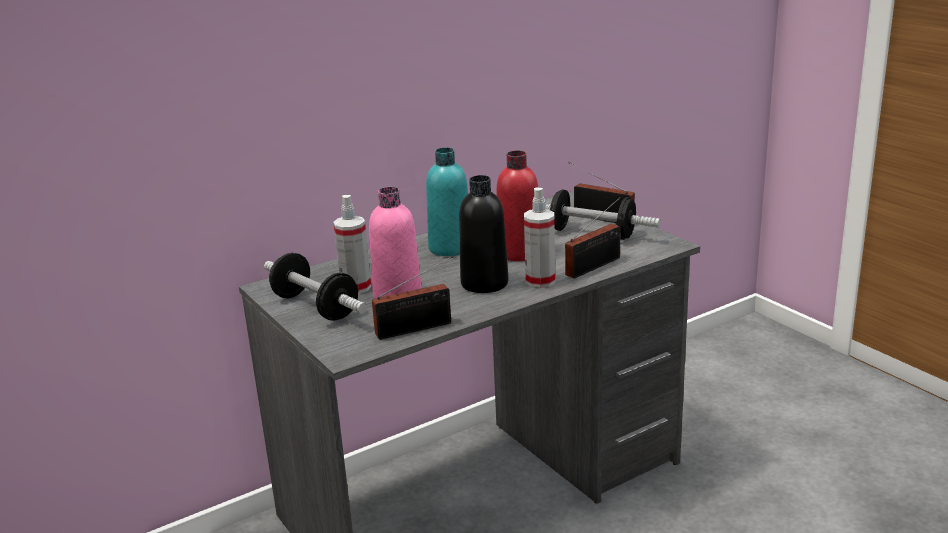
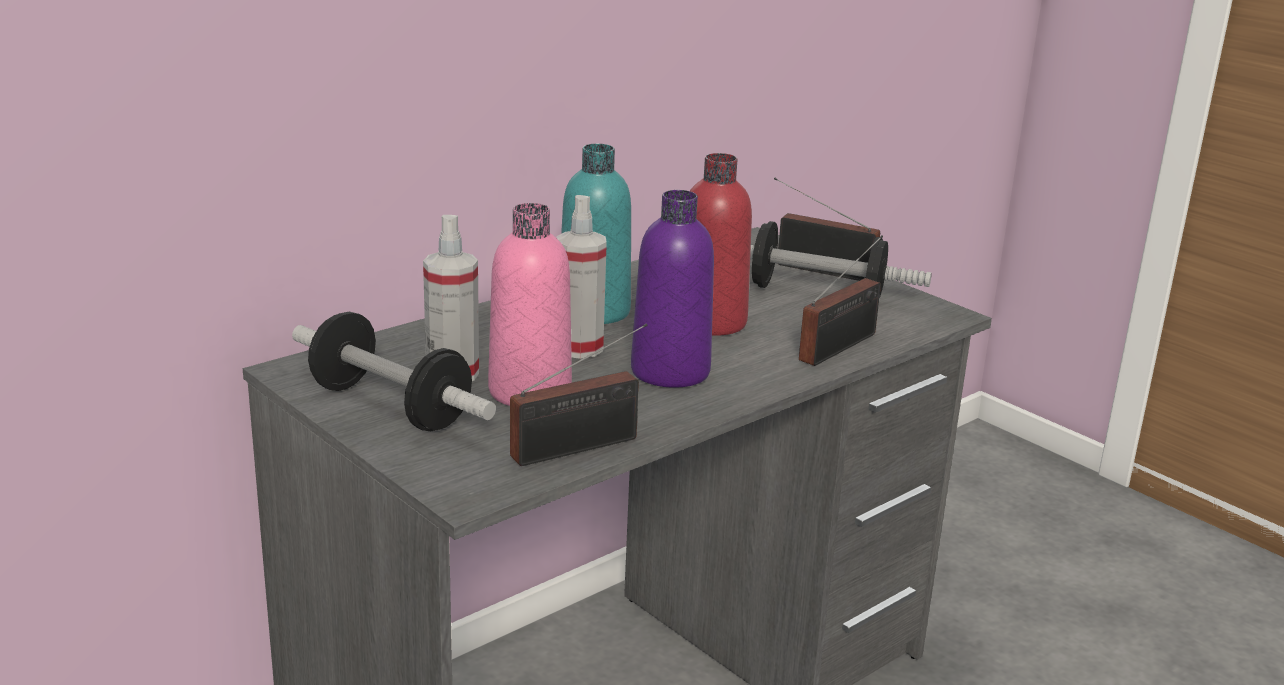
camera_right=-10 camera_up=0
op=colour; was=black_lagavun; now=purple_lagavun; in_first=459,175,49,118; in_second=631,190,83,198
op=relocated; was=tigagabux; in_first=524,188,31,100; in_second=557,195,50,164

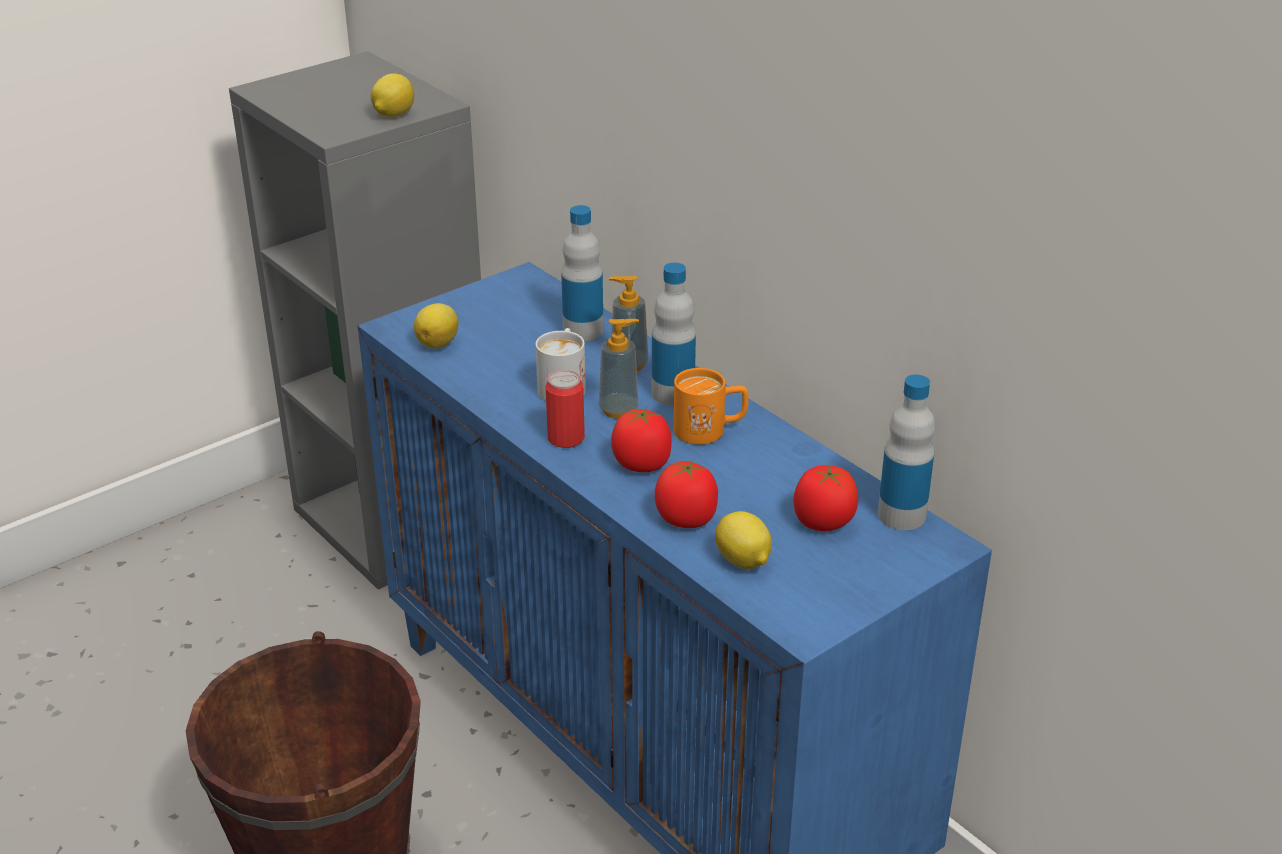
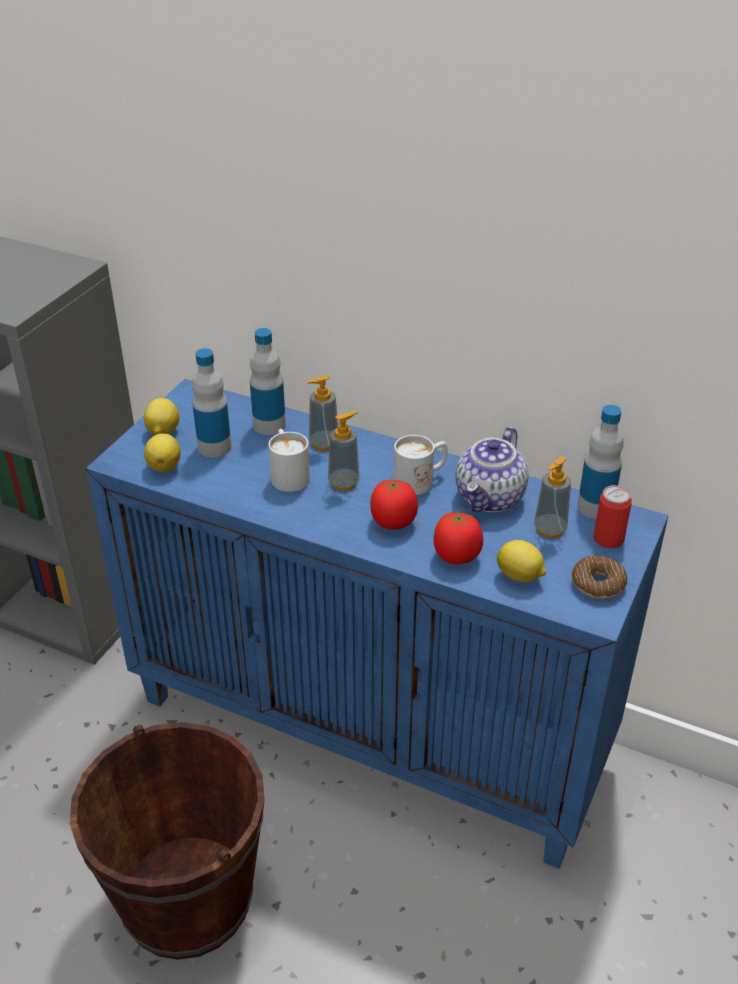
camera_right=-25 camera_up=5
op=relocated; was=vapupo; in_first=371,73,43,44; in_second=144,398,36,37
op=relocated; was=lagavun; in_first=652,263,44,142; in_second=192,348,40,110
op=colour; was=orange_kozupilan; now=white_kozupilan; in_first=674,368,75,77; in_second=394,435,53,60
op=relocated; was=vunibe; in_first=546,370,39,78; in_second=593,485,39,63
op=exchanged; was=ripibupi; now=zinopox; in_first=793,464,65,67; in_second=534,456,37,82
op=appeared; now=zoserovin; in_second=456,427,72,85
op=appeared; now=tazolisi; in_second=572,555,55,44

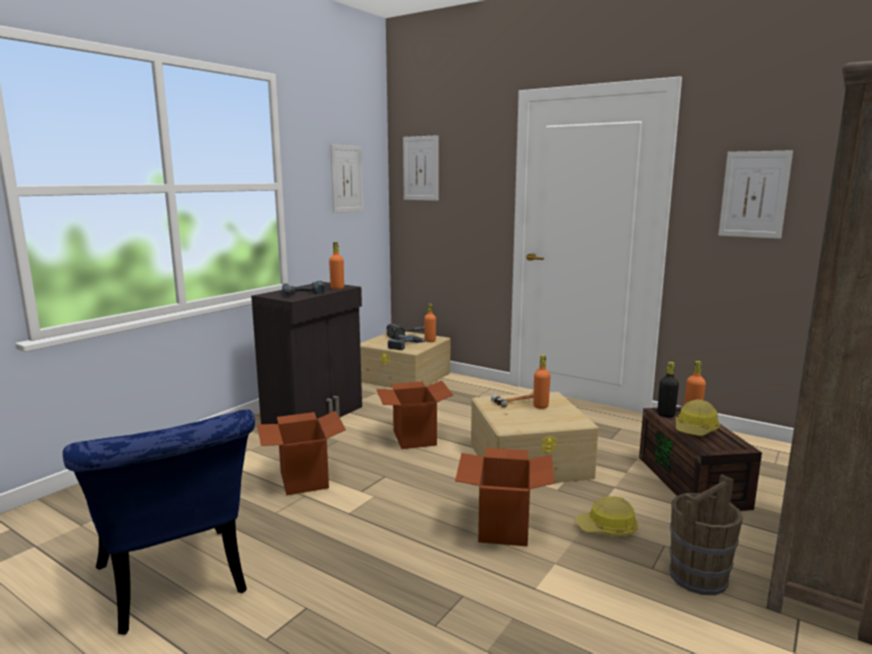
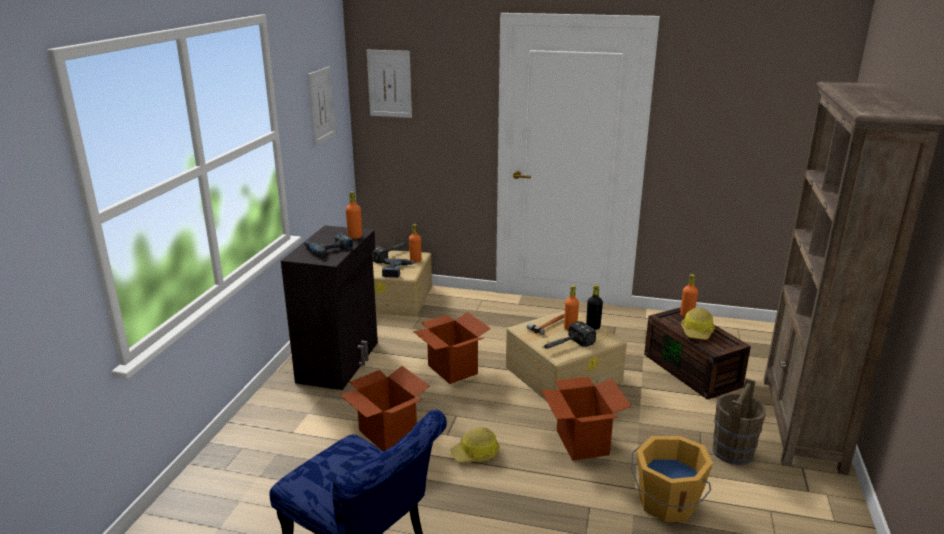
camera_right=-20 camera_up=10
op=missing; was=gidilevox; in_first=718,150,75,89
op=relocated; was=black_lagavun; in_first=657,362,22,56; in_second=586,285,17,45
op=relocated; was=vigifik; in_first=576,496,62,40; in_second=450,427,50,36
op=appeared; now=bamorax; in_second=542,321,54,28
op=appeared; now=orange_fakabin; in_second=631,436,82,86

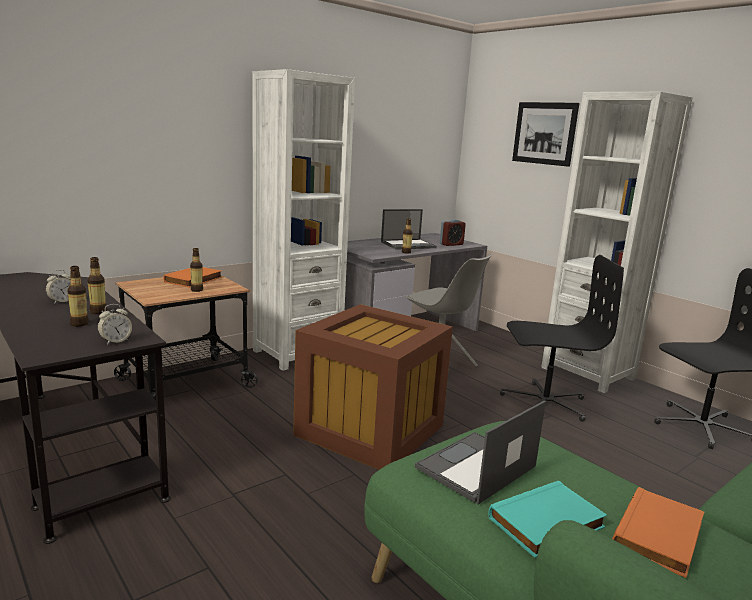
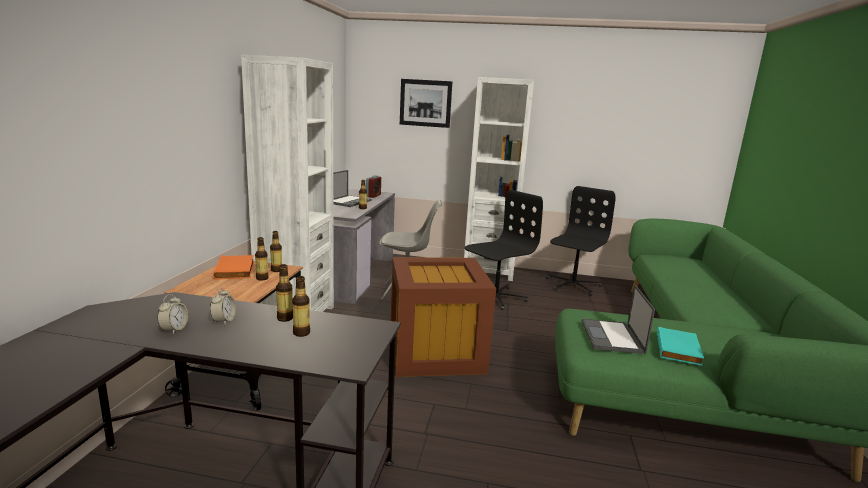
camera_right=-40 camera_up=0
op=relocated; was=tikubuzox; in_first=98,304,34,41; in_second=157,294,31,40
op=missing; was=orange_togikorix; in_first=612,487,92,91
op=appeared; now=lagavun; in_second=270,231,12,41

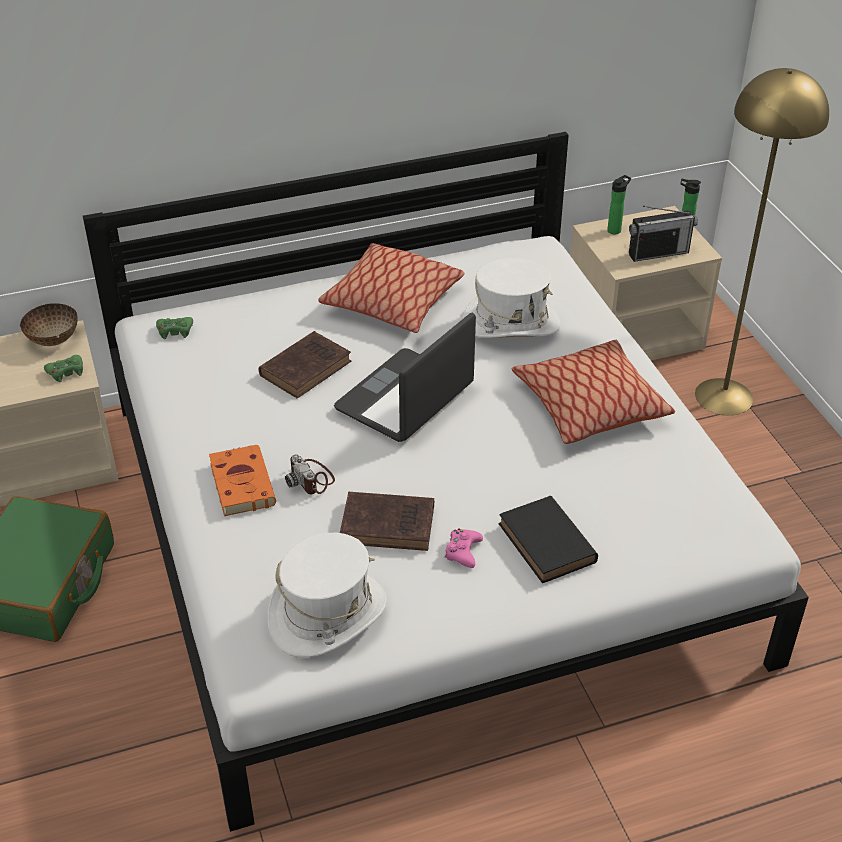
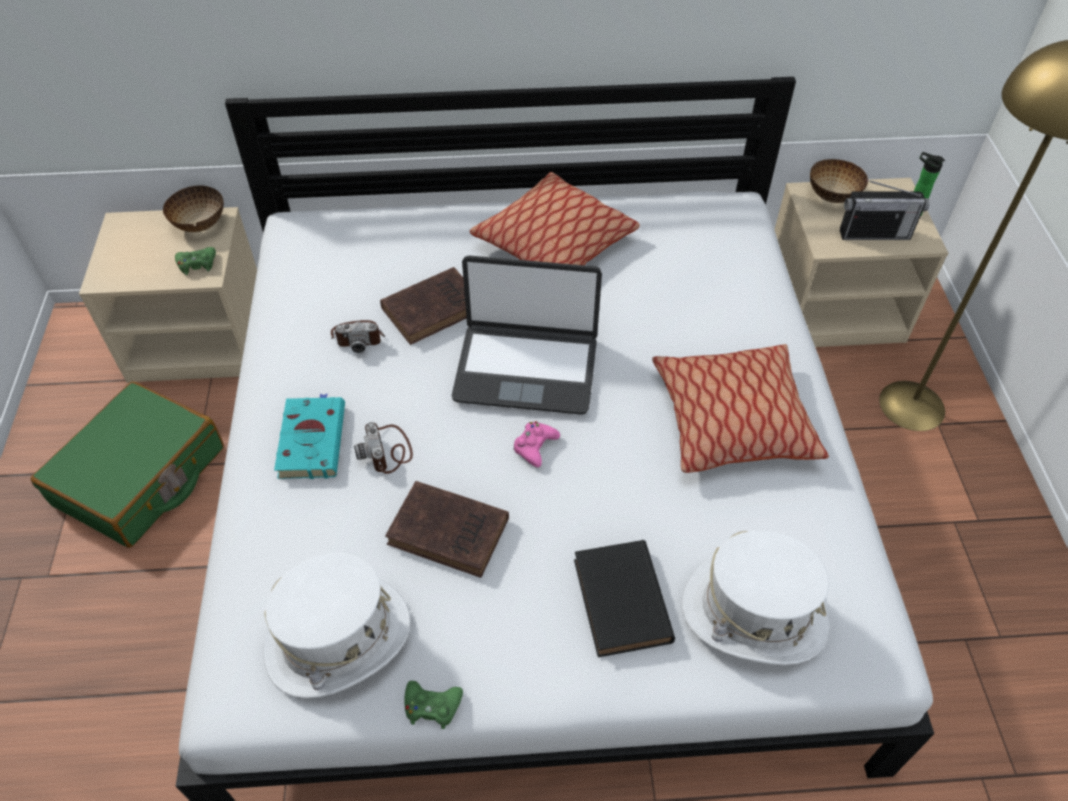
camera_right=15 camera_up=10
op=exchanged; was=lagavun; now=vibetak; in_first=607,175,24,59; in_second=810,159,58,44
op=relocated; was=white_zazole; in_first=461,258,100,80; in_second=682,530,148,135
op=spun; was=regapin; in_first=334,312,142,130; in_second=452,256,150,159; clockwise=-135
op=relocated; was=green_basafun; in_first=156,317,37,22; in_second=404,681,59,48
op=colour; was=orange_togikorix; now=turquoise_togikorix; in_first=209,445,67,71; in_second=274,393,71,86
op=relocated; was=pink_basafun; in_first=445,529,38,39; in_second=513,421,47,46
op=appeared; now=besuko; in_second=331,320,54,33

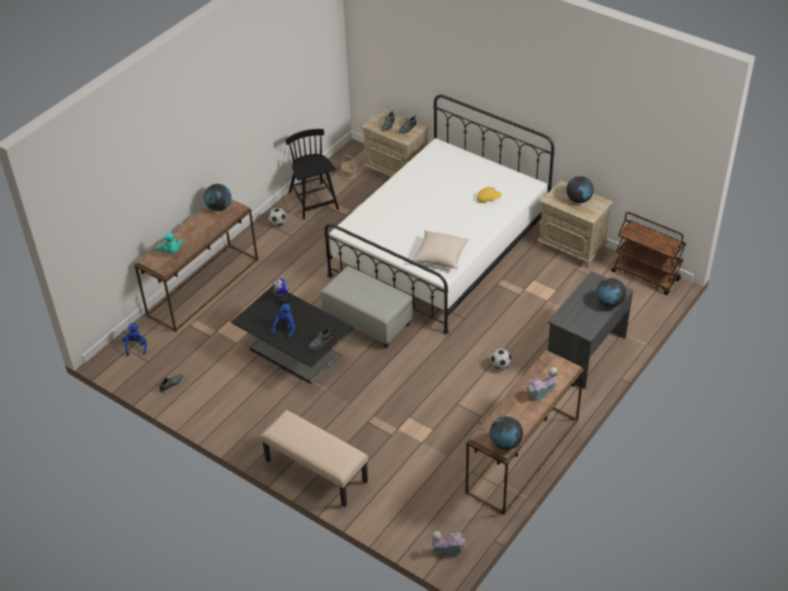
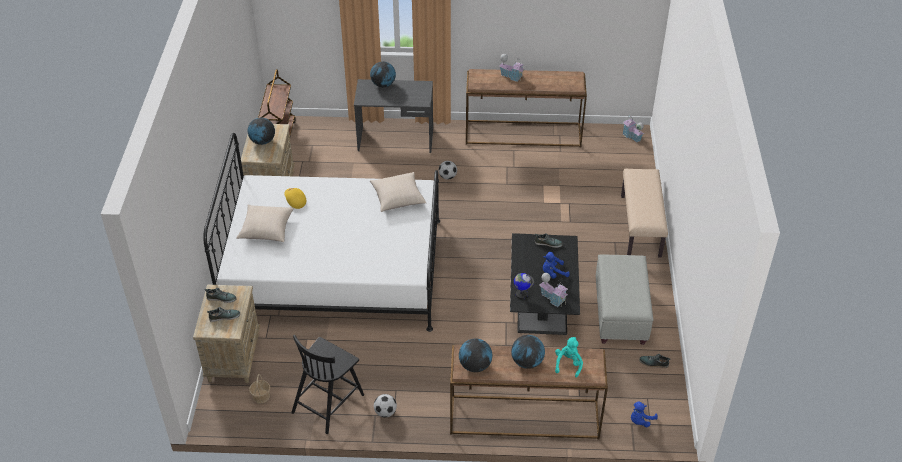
camera_right=-125 camera_up=0
op=relocated; was=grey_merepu; in_first=320,266,93,82; in_second=596,254,58,91
op=relocated; was=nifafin; in_first=490,416,33,34; in_second=511,335,34,34
op=appeared; now=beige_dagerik; in_second=236,205,58,37
op=appeared; now=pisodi; in_second=539,273,29,34

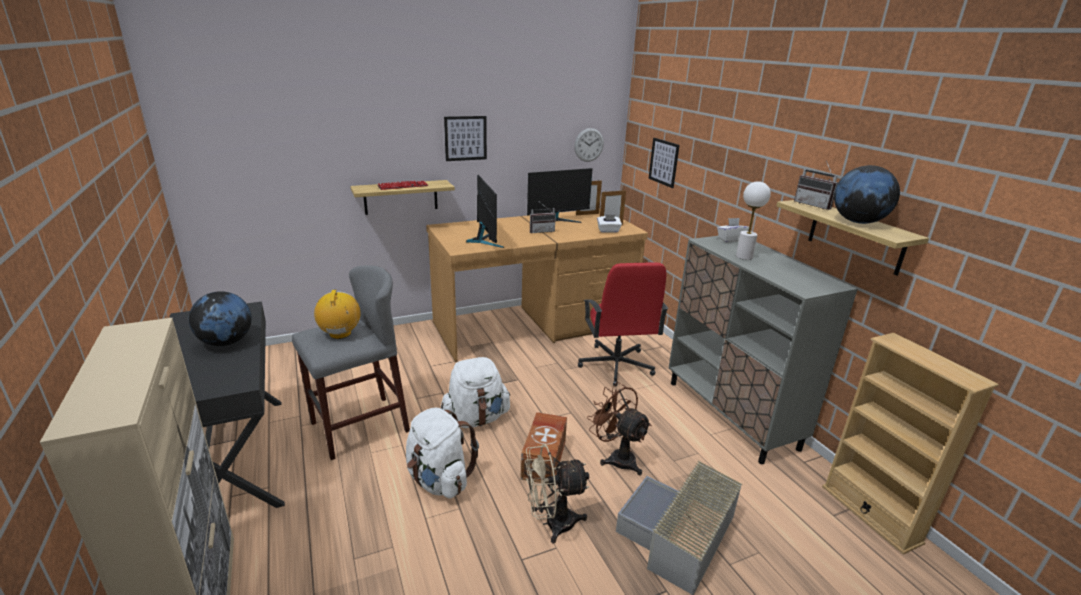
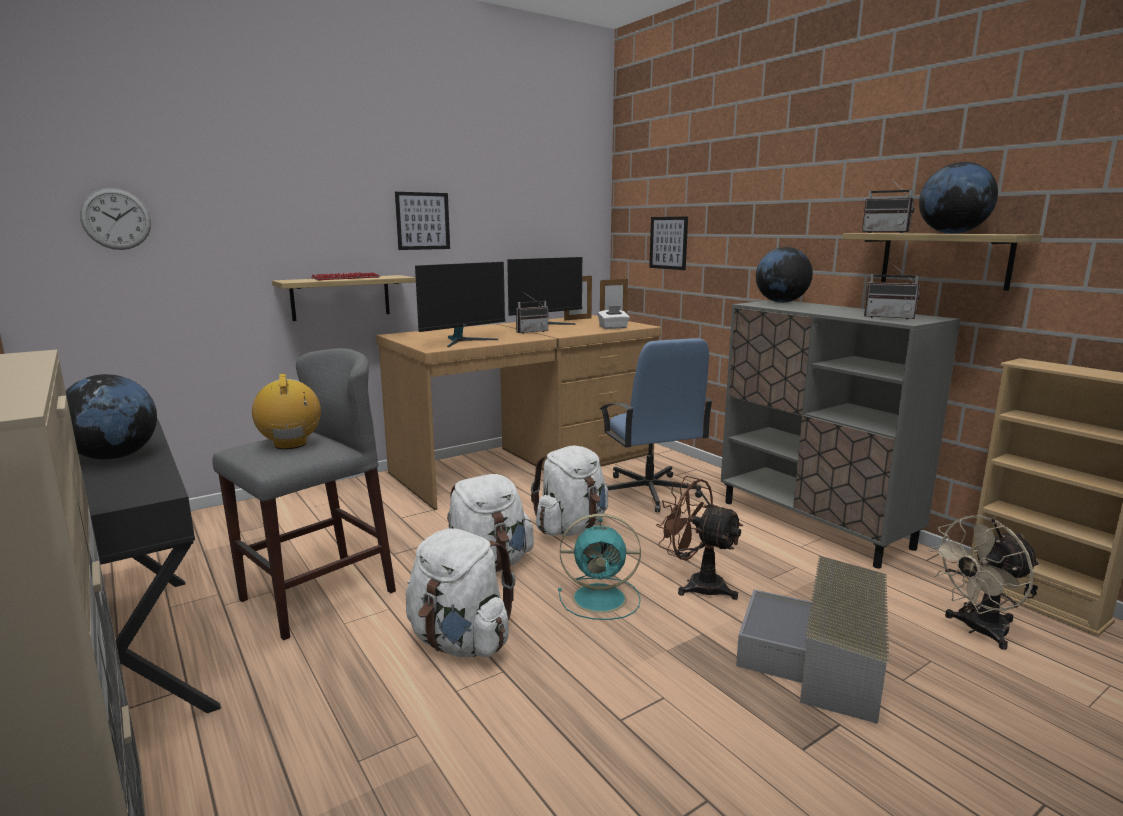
camera_right=-10 camera_up=-10
op=relocated; was=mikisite; in_first=574,128,30,34; in_second=80,188,71,62
op=spun; was=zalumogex; in_first=466,175,39,73; in_second=415,262,90,85; clockwise=75
op=missing; was=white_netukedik; in_first=736,181,35,79
op=exchanged; was=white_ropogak; now=nifafin; in_first=717,218,32,24; in_second=756,247,57,56
op=colour; was=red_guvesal; now=blue_guvesal; in_first=578,262,90,124; in_second=600,338,113,175
op=exchanged; was=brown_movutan; now=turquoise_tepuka; in_first=521,412,46,72; in_second=558,514,83,106
op=relocated; was=beige_tepuka; in_first=525,444,64,100; in_second=929,515,111,135
op=appeared; now=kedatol; in_second=864,262,56,58
op=appeared; now=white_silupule; in_second=531,445,77,91

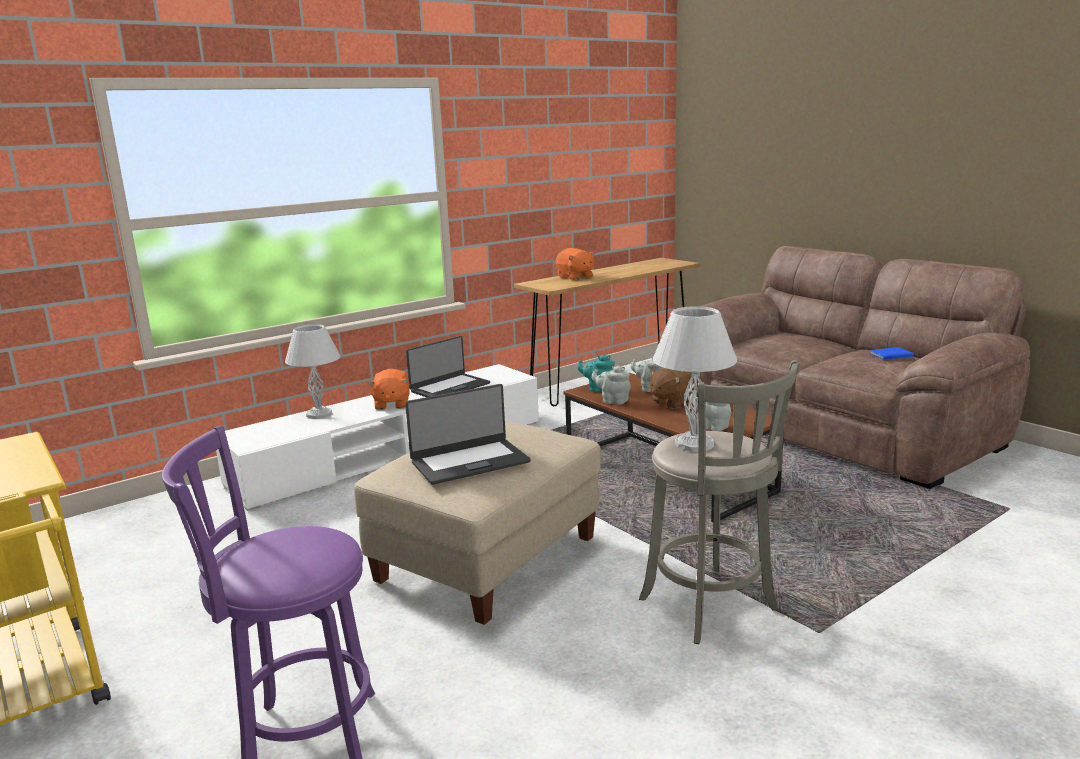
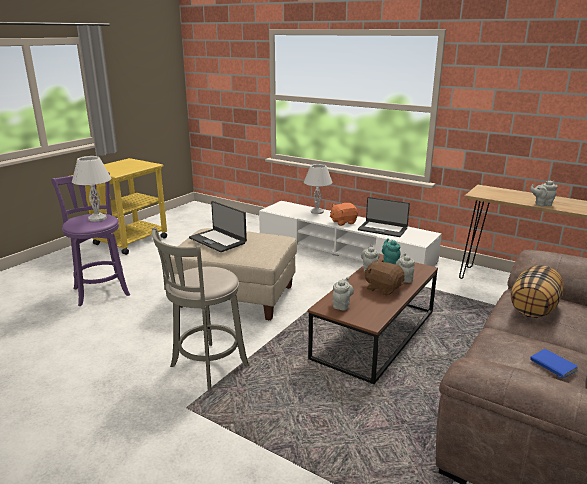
camera_right=70 camera_up=5
op=missing; was=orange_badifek; in_first=556,248,39,32
op=relocated; was=white_netukedik; in_first=653,306,84,146; in_second=72,156,39,66
op=appeared; now=grey_zoserovin; in_second=530,180,28,26
op=appeared; now=dagerik; in_second=511,265,53,53

